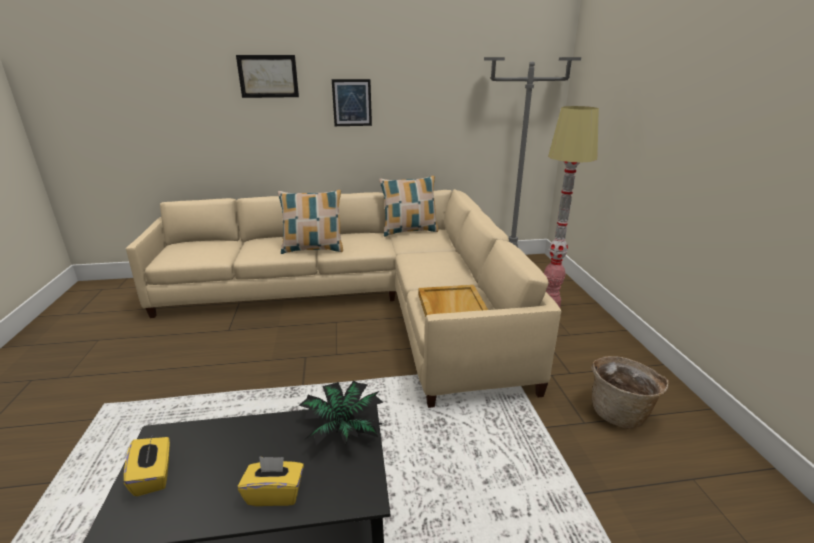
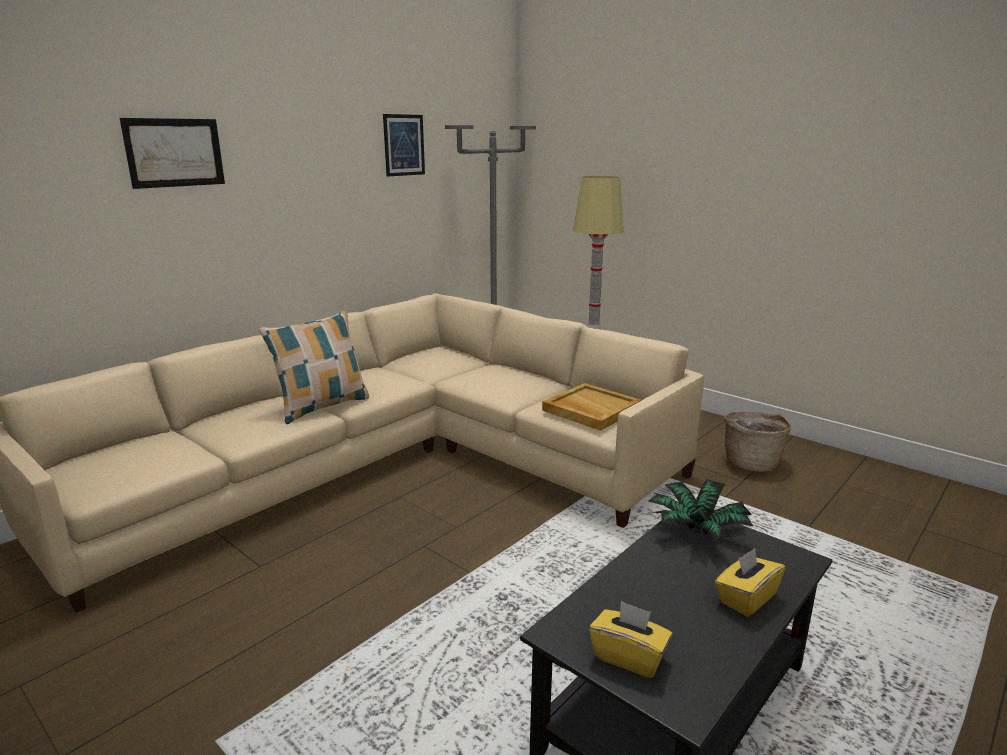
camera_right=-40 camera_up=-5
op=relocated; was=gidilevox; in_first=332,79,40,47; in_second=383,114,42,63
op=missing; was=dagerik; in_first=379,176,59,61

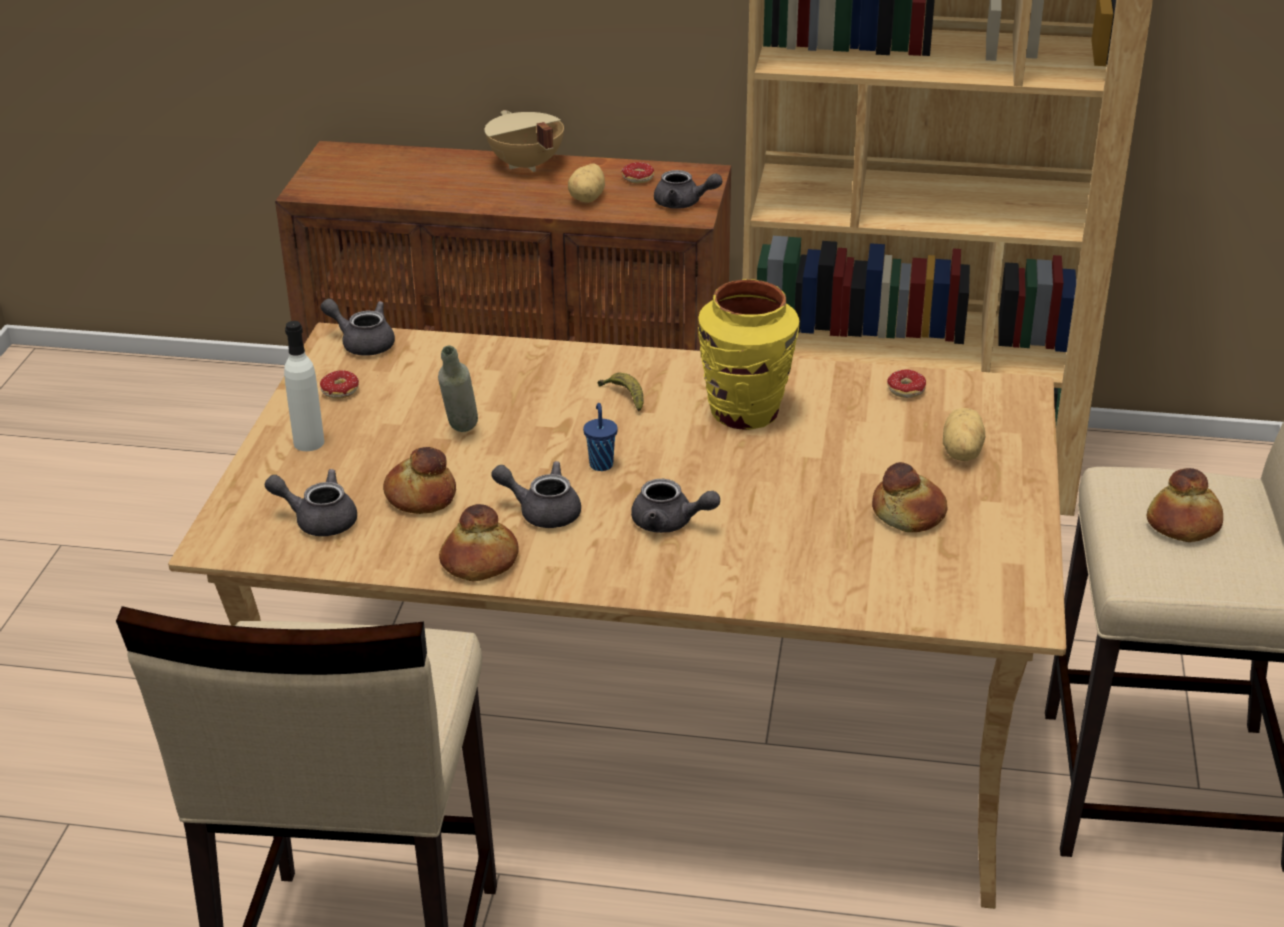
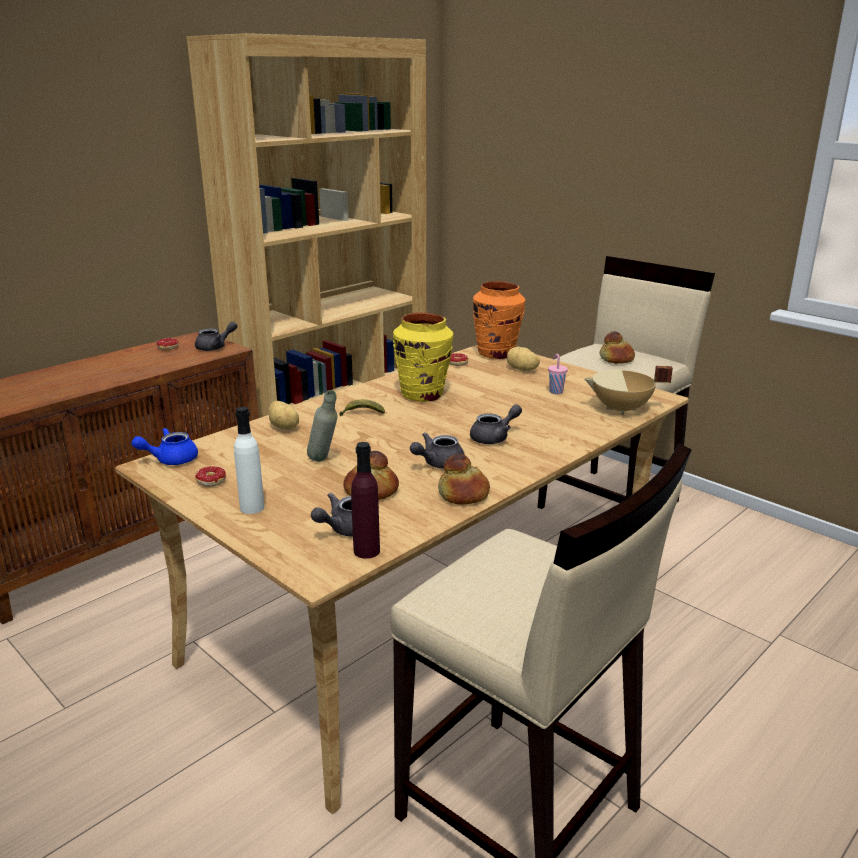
camera_right=-55 camera_up=-10
op=relocated; was=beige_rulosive; in_first=485,110,79,62; in_second=584,366,89,49
op=relocated; was=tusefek; in_first=568,164,37,39; in_second=269,401,30,28
op=colour; was=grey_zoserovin; now=blue_zoserovin; in_first=320,298,75,57; in_second=132,428,66,37
op=missing; was=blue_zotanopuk; in_first=583,403,35,68
op=exchanged; was=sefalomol; now=pink_zotanopuk; in_first=872,462,76,70; in_second=548,354,20,40
op=appeared; now=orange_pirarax; in_second=473,281,52,78
op=appeared; now=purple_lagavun; in_second=351,442,29,117

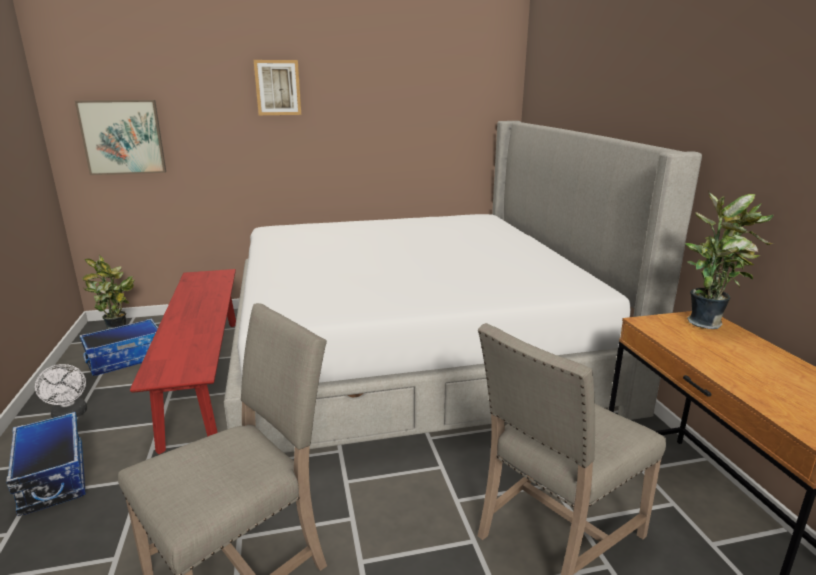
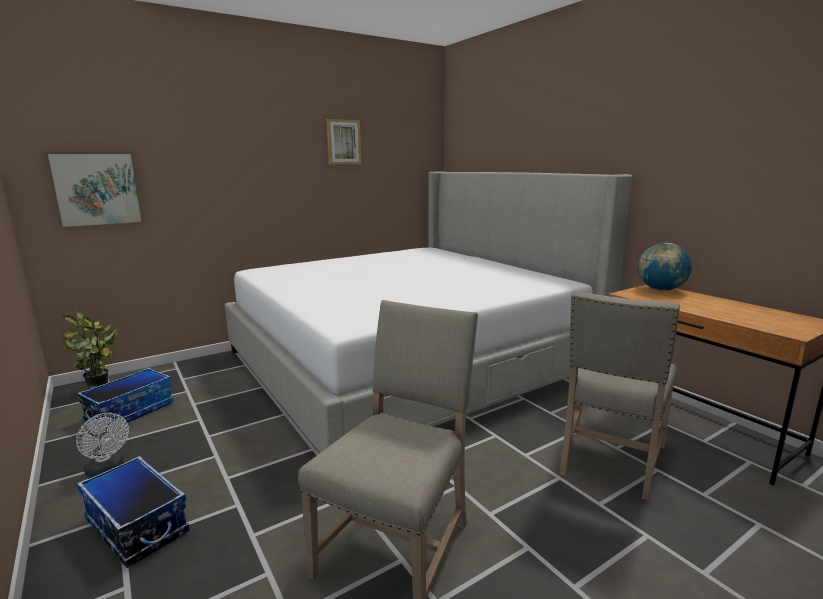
camera_right=-20 camera_up=-5
op=relocated; was=gidilevox; in_first=254,60,47,55; in_second=326,119,35,45
op=exchanged; was=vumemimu; now=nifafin; in_first=684,191,89,138; in_second=638,243,54,48
op=missing; was=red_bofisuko; in_first=130,269,106,185

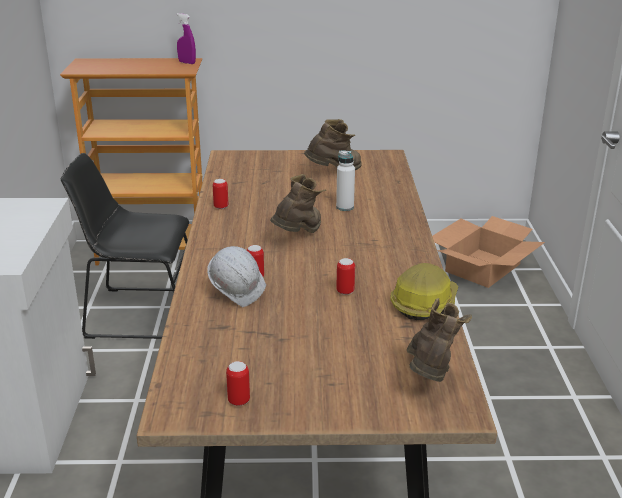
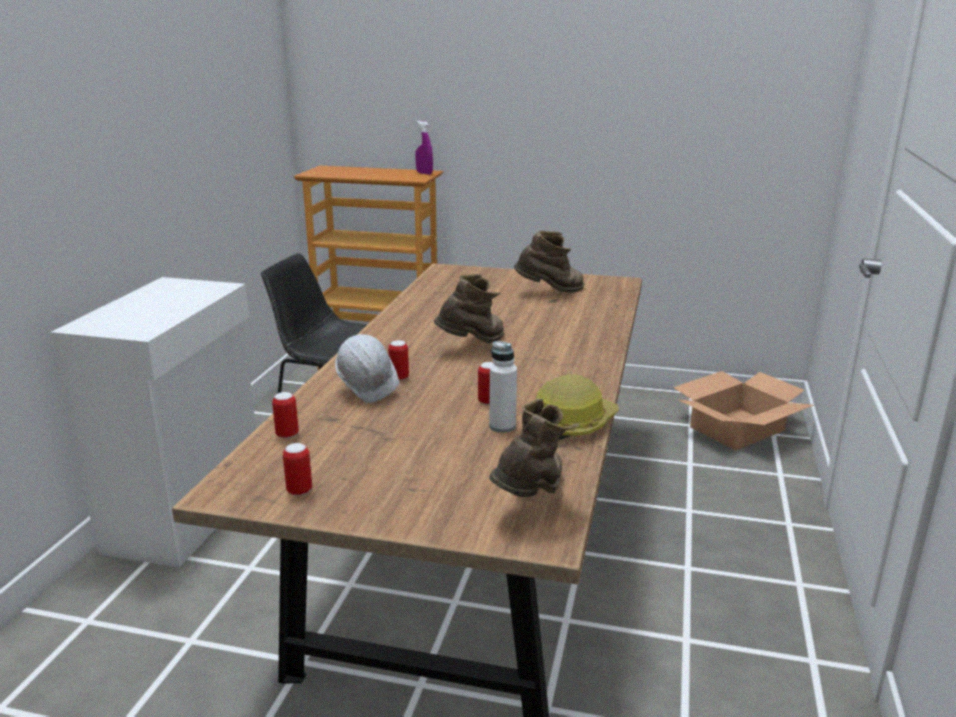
camera_right=15 camera_up=-5
op=relocated; was=white_lagavun; in_first=336,150,19,61; in_second=489,341,28,92
op=relocated; was=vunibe; in_first=213,179,15,30; in_second=272,392,27,47

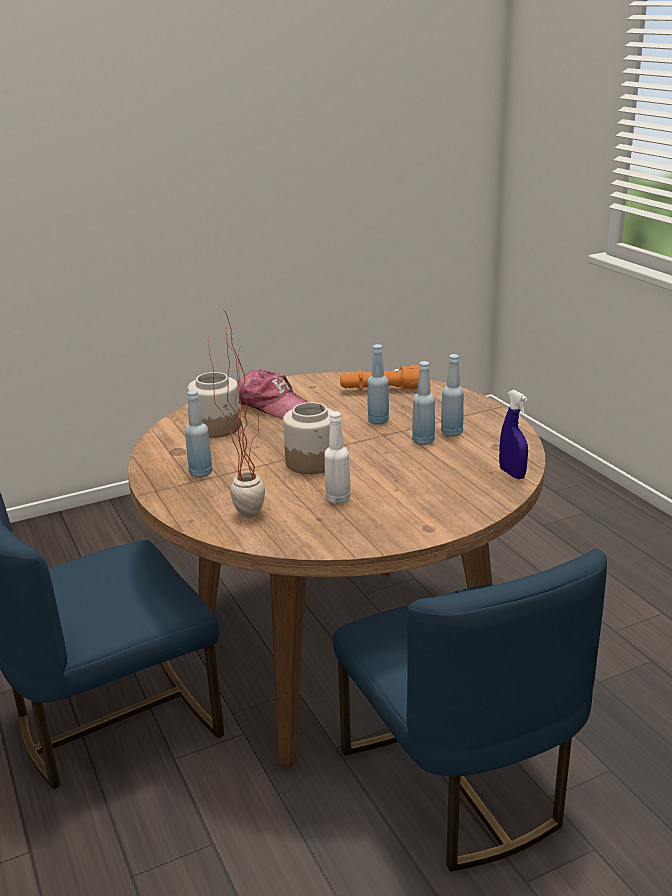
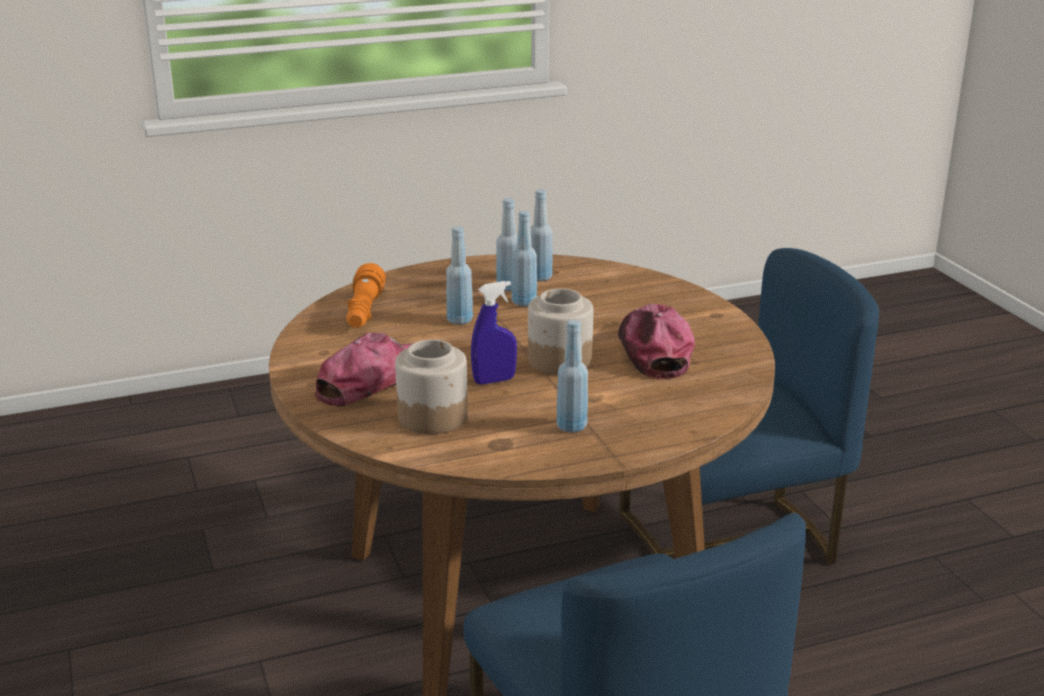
camera_right=-85 camera_up=0
op=missing; was=vumemimu; in_first=208,311,57,207
op=relocated; was=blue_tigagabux; in_first=499,390,29,89; in_second=471,281,46,103
op=exchanged; was=white_lagavun; now=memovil; in_first=324,411,27,93; in_second=618,304,77,76
op=appeared; now=blue_lagavun; in_second=530,189,22,92

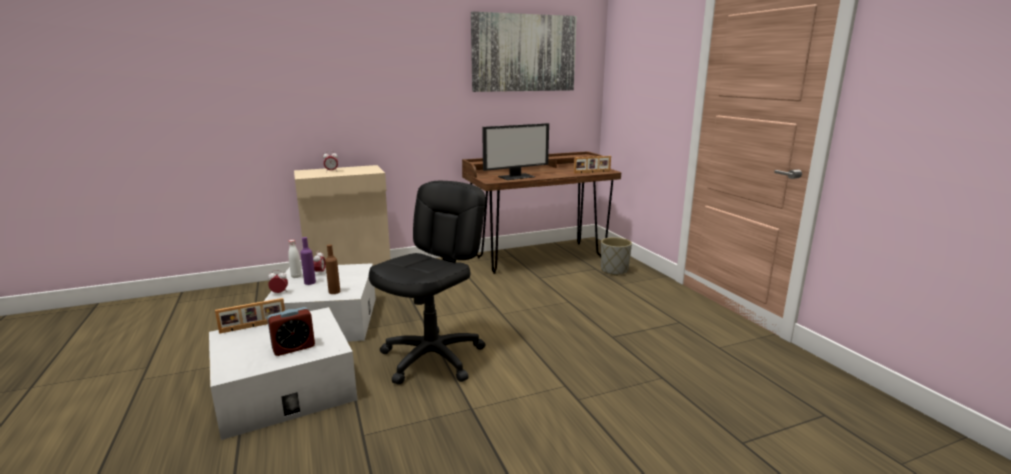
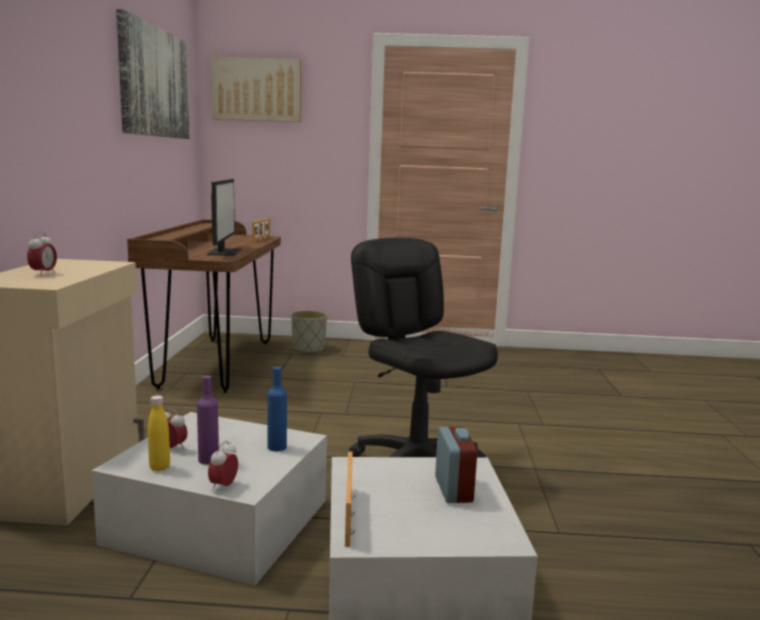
camera_right=-65 camera_up=-5
op=colour; was=white_lagavun; now=yellow_lagavun; in_first=288,240,14,38; in_second=148,395,22,76
op=colour; was=brown_lagavun; now=blue_lagavun; in_first=325,244,15,50; in_second=267,367,20,84
op=appeared; now=gidilevox; in_second=211,57,90,65

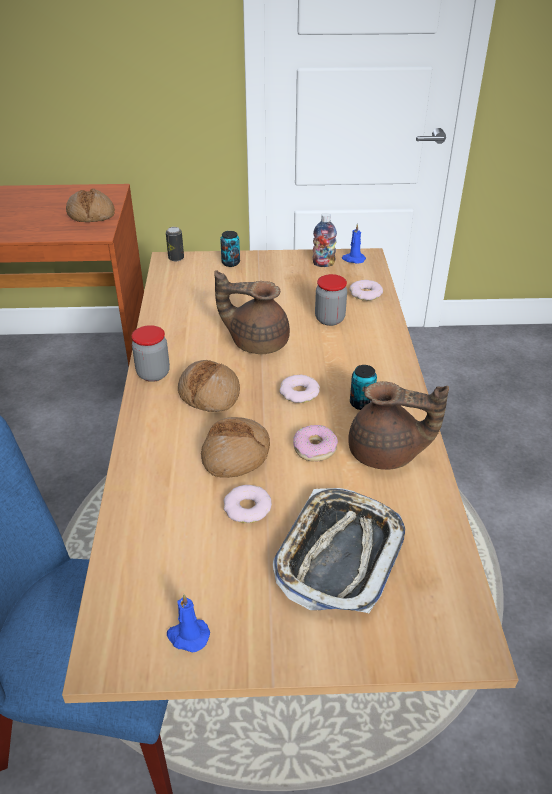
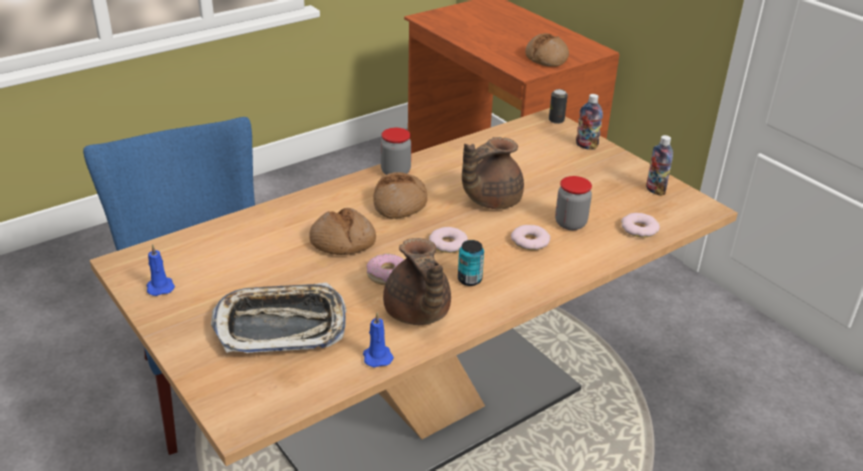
camera_right=55 camera_up=-5
op=relocated; was=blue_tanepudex; in_first=342,224,24,40; in_second=363,313,31,55
op=exchanged; was=vunibe; now=lagavun; in_first=220,231,20,36; in_second=576,94,27,56
op=spun; was=brown_zoserovin; in_first=214,270,76,84; in_second=462,137,62,72; clockwise=-105
op=relocated; was=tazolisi; in_first=224,485,48,38; in_second=511,225,39,25

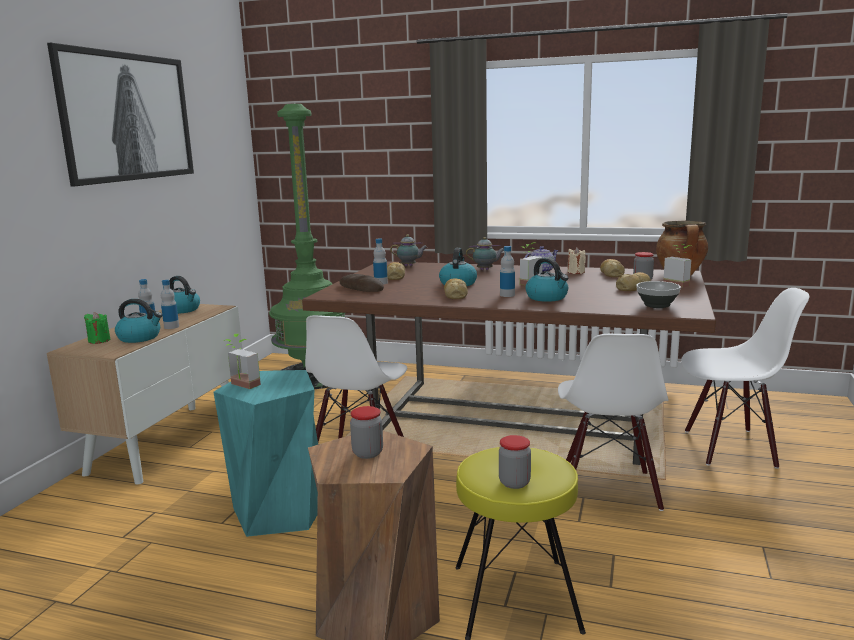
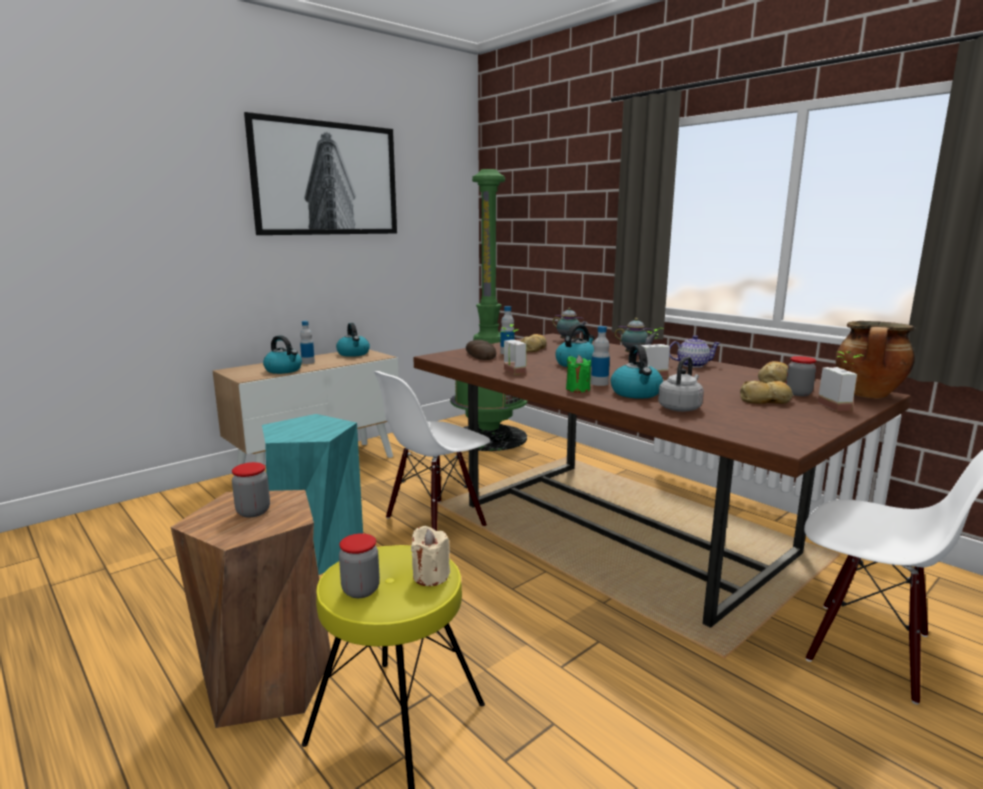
camera_right=30 camera_up=0
op=relocated; was=beige_tanepudex; in_first=567,247,19,27; in_second=411,526,39,60
op=missing; was=sefalomol; in_first=444,278,24,21
op=missing; was=lagavun; in_first=161,280,18,49
op=missing; was=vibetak; in_first=636,281,45,27
op=relocated; was=green_tanepudex; in_first=84,312,26,32; in_second=566,355,25,38
op=relocated; was=vumemimu; in_first=223,334,38,55; in_second=500,324,26,51
op=missing; was=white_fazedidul; in_first=558,334,111,177
op=appeared; now=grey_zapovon; in_second=658,356,46,56

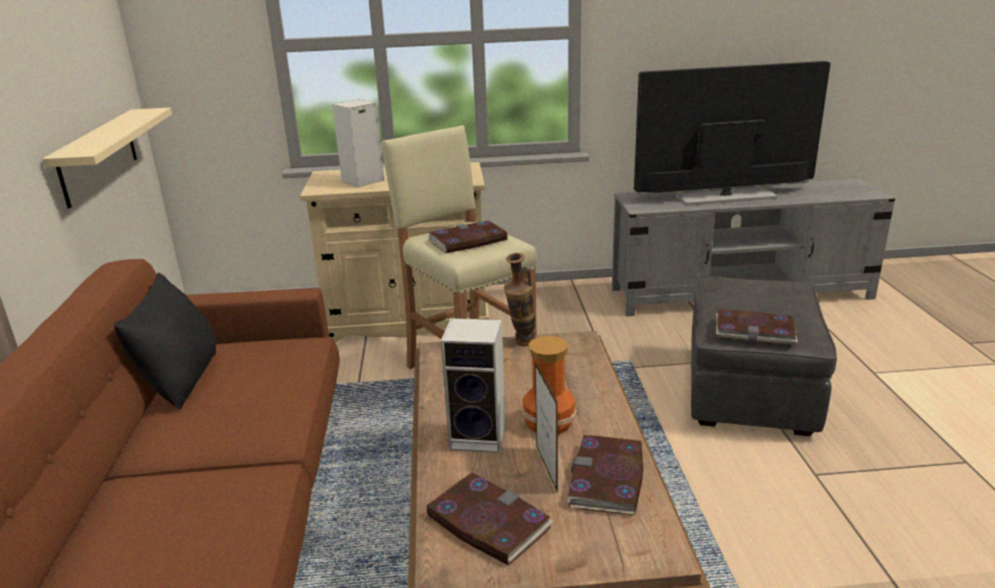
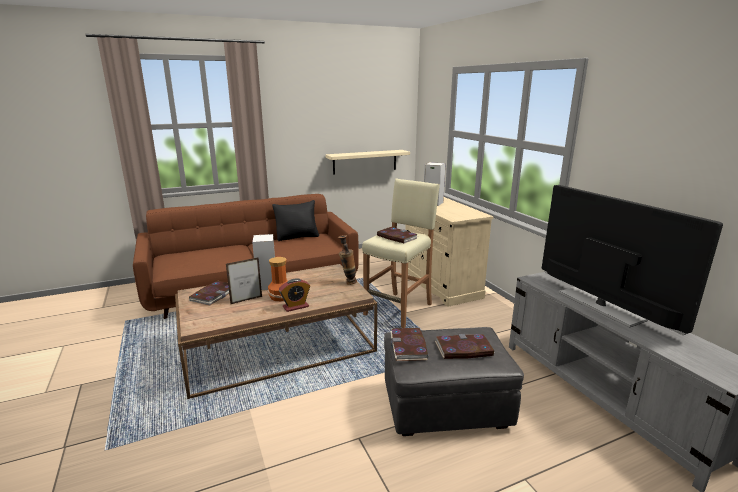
camera_right=70 camera_up=-5
op=relocated; was=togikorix; in_first=567,435,76,80; in_second=435,334,59,25
op=appeared; now=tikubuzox; in_second=279,278,31,34

